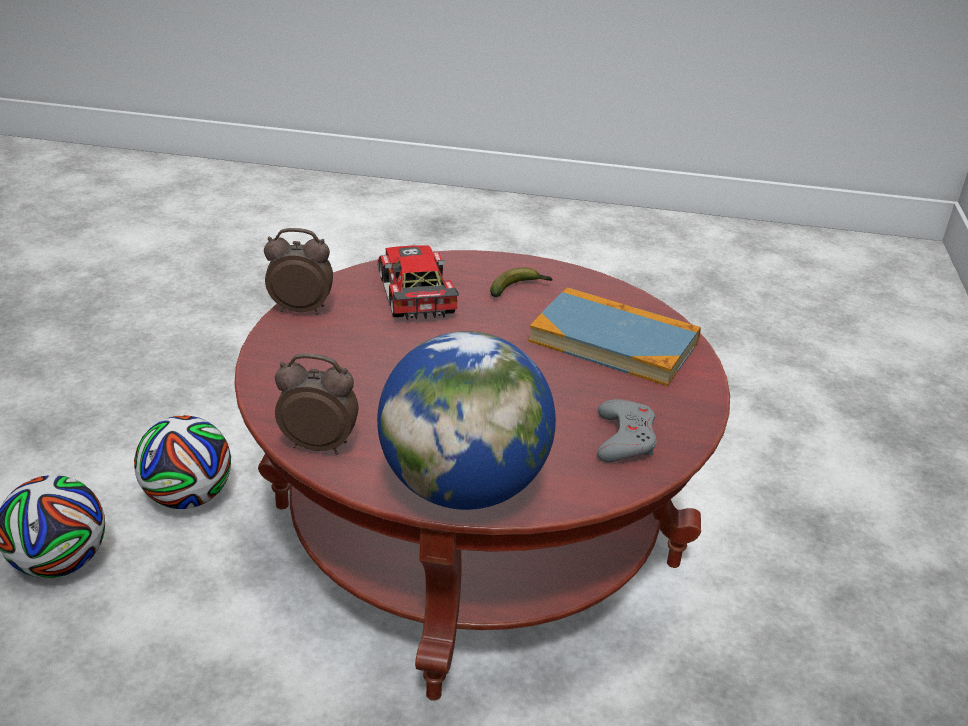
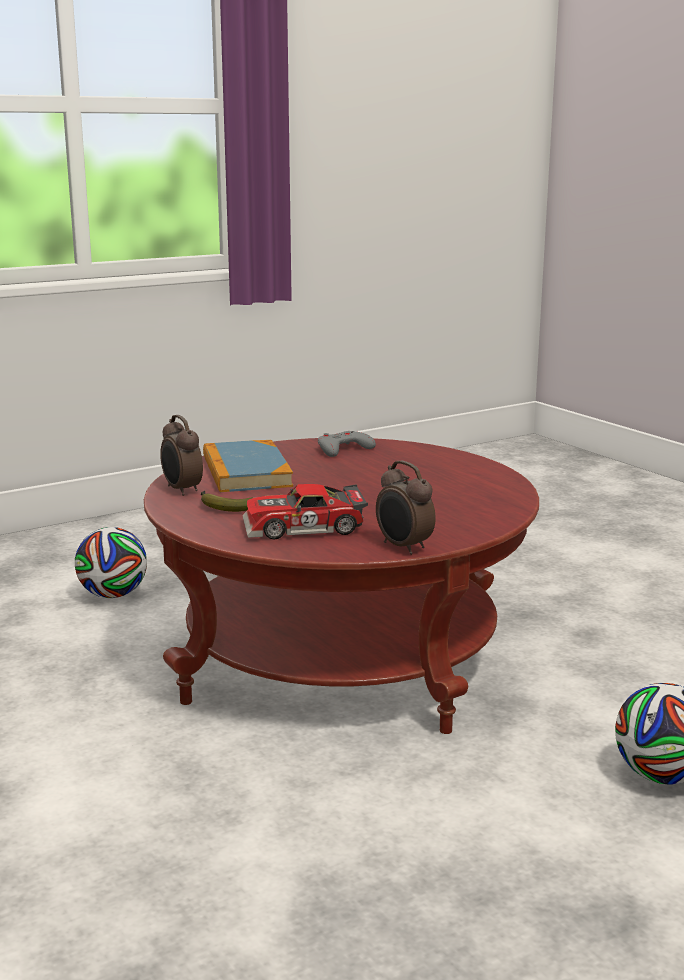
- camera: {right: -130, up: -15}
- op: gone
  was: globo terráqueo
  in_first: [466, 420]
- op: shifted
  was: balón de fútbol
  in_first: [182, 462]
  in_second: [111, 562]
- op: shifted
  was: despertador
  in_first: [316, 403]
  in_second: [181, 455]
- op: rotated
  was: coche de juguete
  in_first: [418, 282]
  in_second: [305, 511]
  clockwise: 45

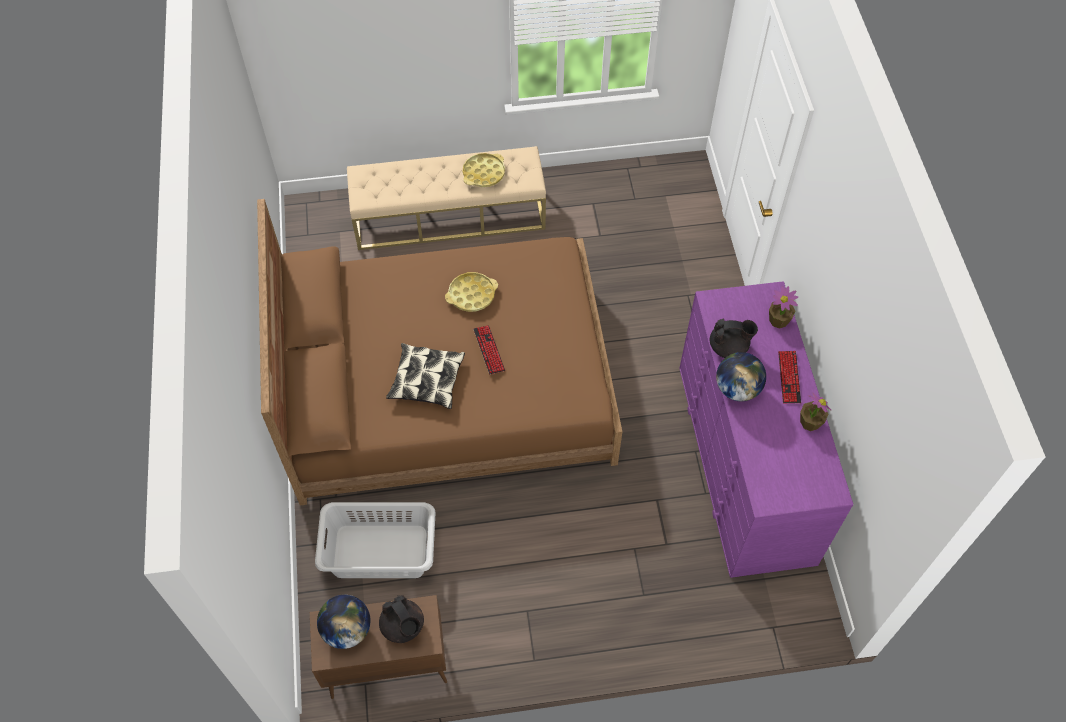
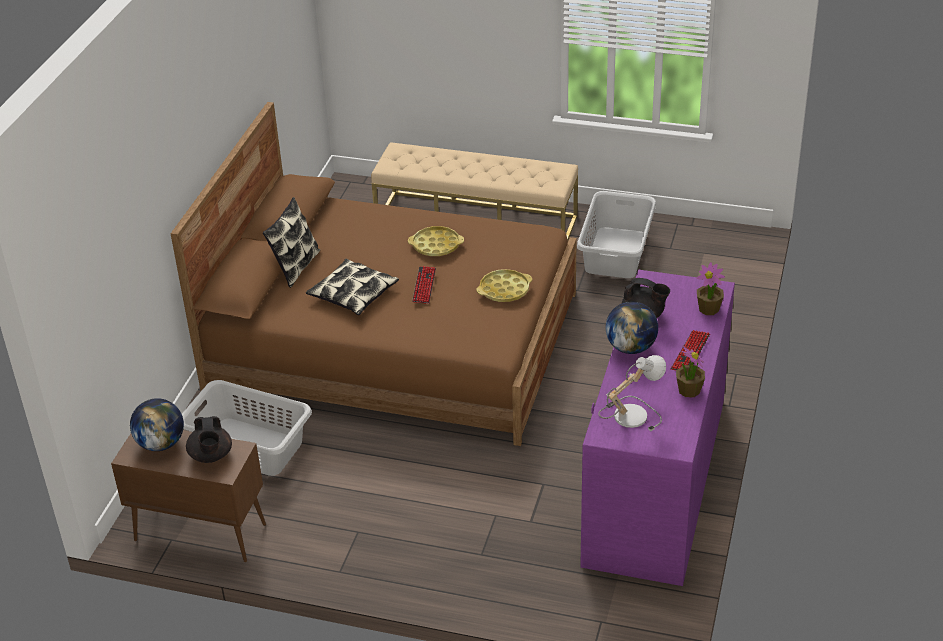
- camera: {right: 25, up: -20}
- op: new
  now: cojín
  in_second: [291, 242]
- op: new
  now: cesto de la ropa [gris]
  in_second: [616, 234]
- op: new
  now: lámpara de mesa
  in_second: [632, 393]
- op: shifted
  was: bandeja [amarillo]
  in_first: [484, 170]
  in_second: [504, 285]

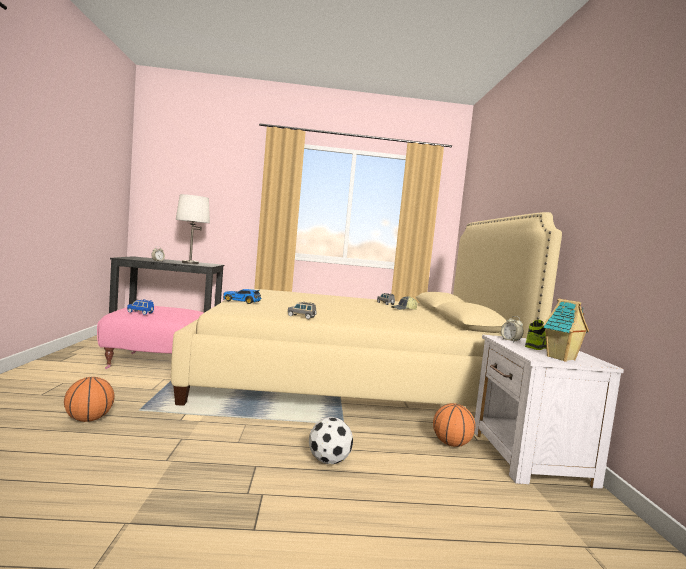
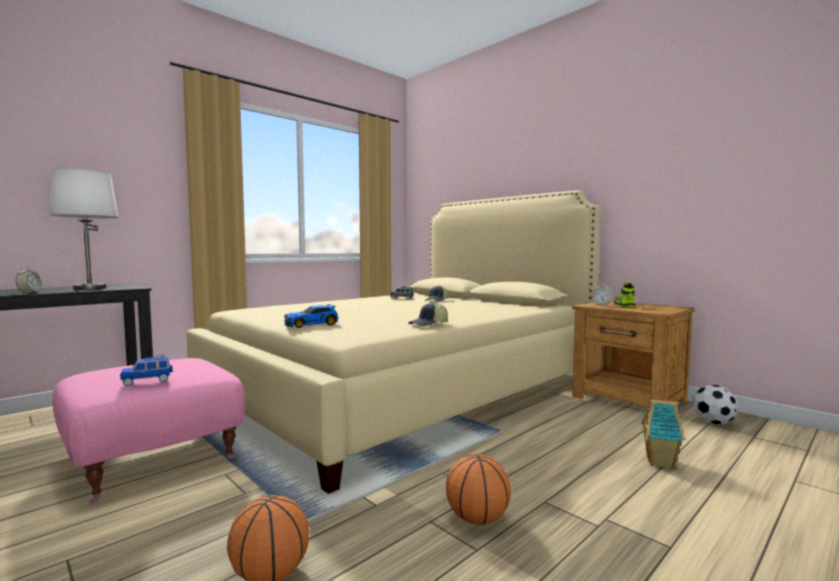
- camera: {right: -40, up: 0}
- op: shifted
  was: balón de fútbol
  in_first: [331, 440]
  in_second: [715, 405]
- op: shifted
  was: balón de baloncesto
  in_first: [454, 425]
  in_second: [478, 489]
- op: shifted
  was: casita
  in_first: [566, 330]
  in_second: [663, 434]
- op: swapped
  was: coche de juguete [gris]
  now: gorra
  in_first: [302, 310]
  in_second: [428, 314]
- op: repainted
  was: mesita de noche [blanco]
  now: mesita de noche [marrón]
  in_first: [549, 412]
  in_second: [633, 354]

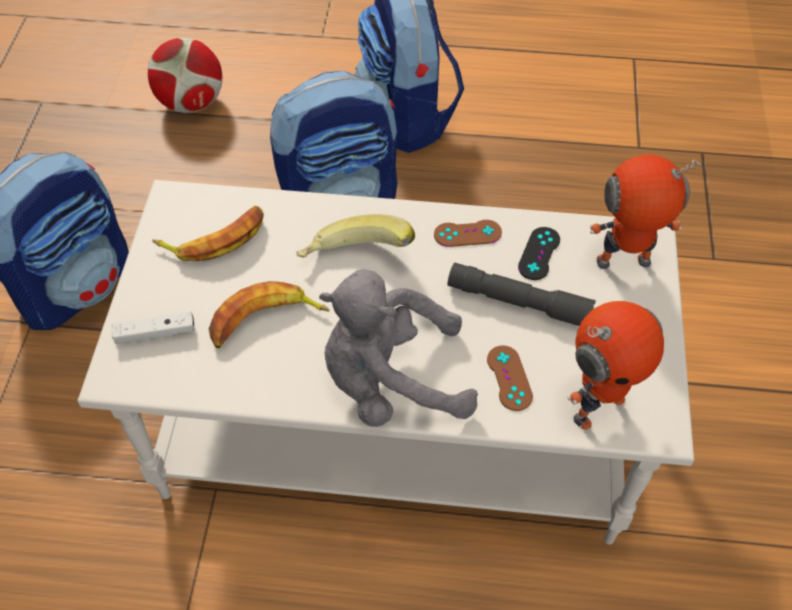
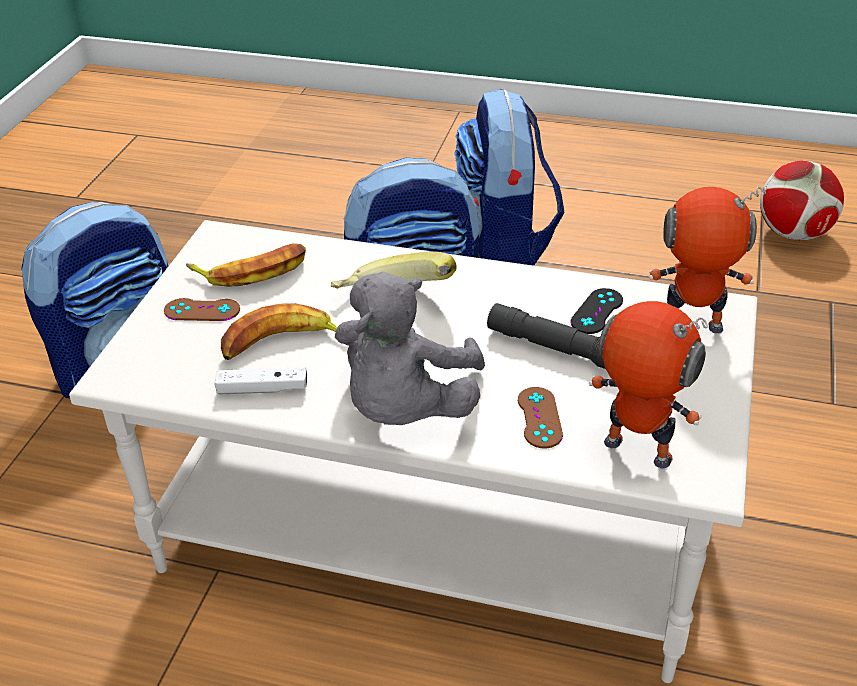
- camera: {right: 10, up: -15}
- op: shifted
  was: mando de consola [blanco]
  in_first: [153, 327]
  in_second: [260, 380]
- op: shifted
  was: balón de fútbol
  in_first: [185, 75]
  in_second: [802, 200]
- op: shifted
  was: mando de consola [marrón]
  in_first: [468, 233]
  in_second: [202, 309]
- op: rotated
  was: peluche [gris]
  in_first: [398, 348]
  in_second: [410, 348]
  clockwise: -75
- op: rotated
  was: robot de juguete
  in_first: [616, 365]
  in_second: [648, 385]
  clockwise: -120

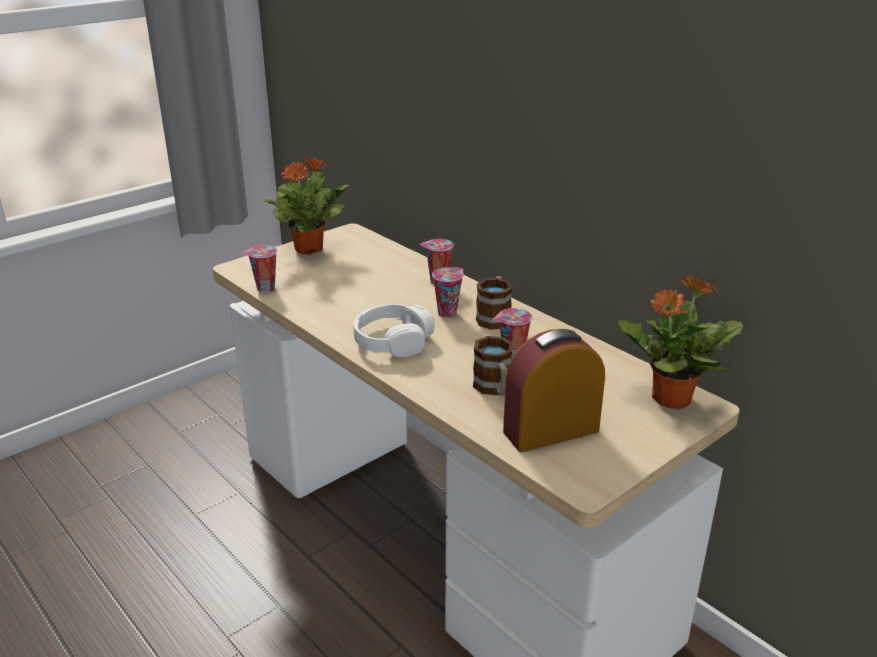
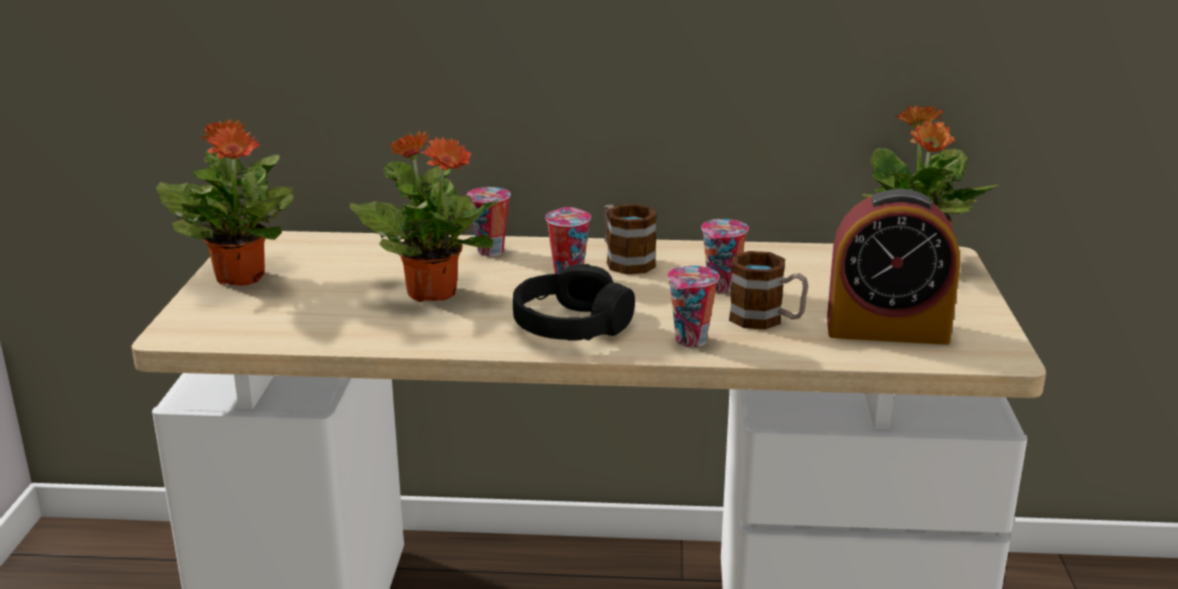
- camera: {right: -45, up: -5}
- op: new
  now: planta en maceta
  in_second: [425, 216]
- op: shifted
  was: taza
  in_first: [259, 269]
  in_second: [693, 306]
- op: repainted
  was: auriculares [blanco]
  now: auriculares [negro]
  in_first: [394, 330]
  in_second: [574, 302]
- op: rotated
  was: despertador
  in_first: [554, 390]
  in_second: [893, 267]
  clockwise: -105

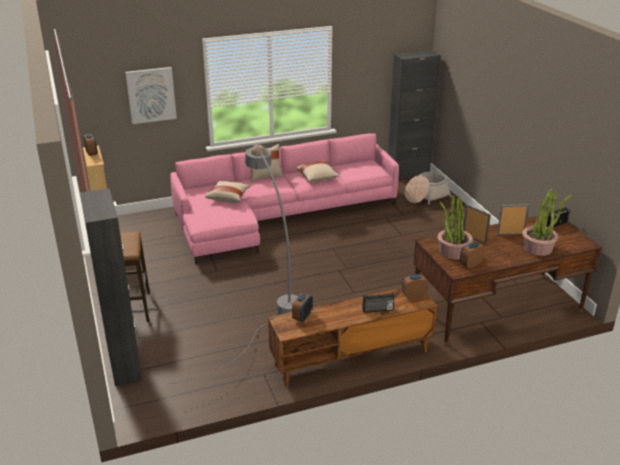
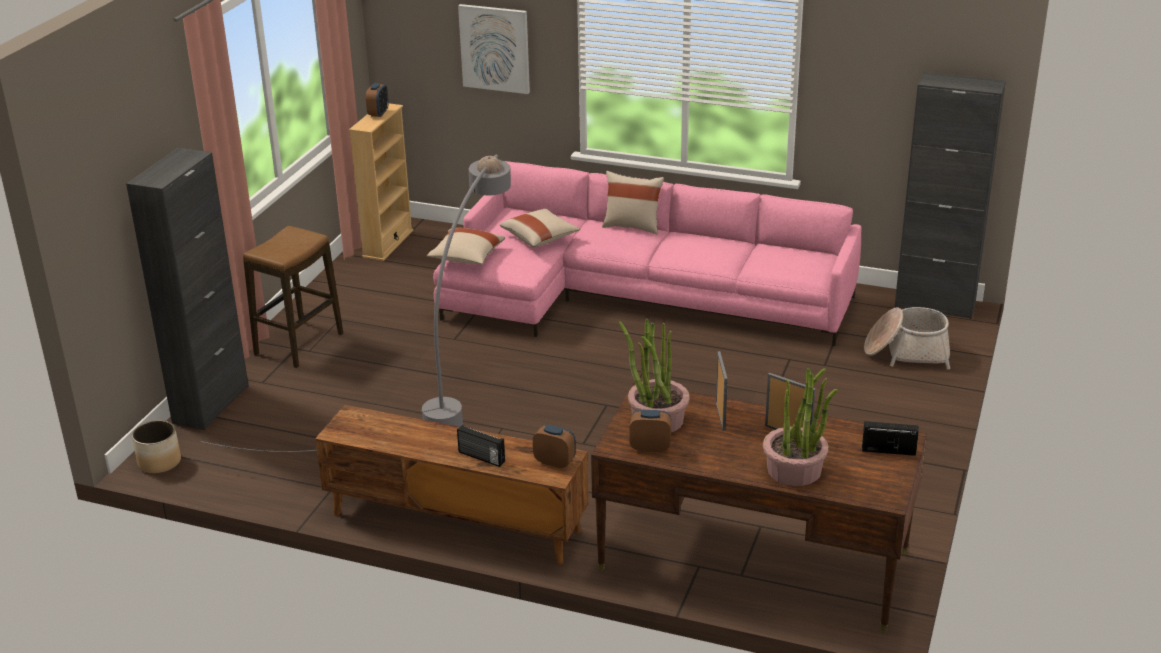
- camera: {right: 40, up: 0}
- op: gone
  was: despertador
  in_first: [302, 307]
- op: new
  now: maceta
  in_second: [156, 446]
- op: shifted
  was: cojín [beis]
  in_first: [317, 171]
  in_second: [466, 246]

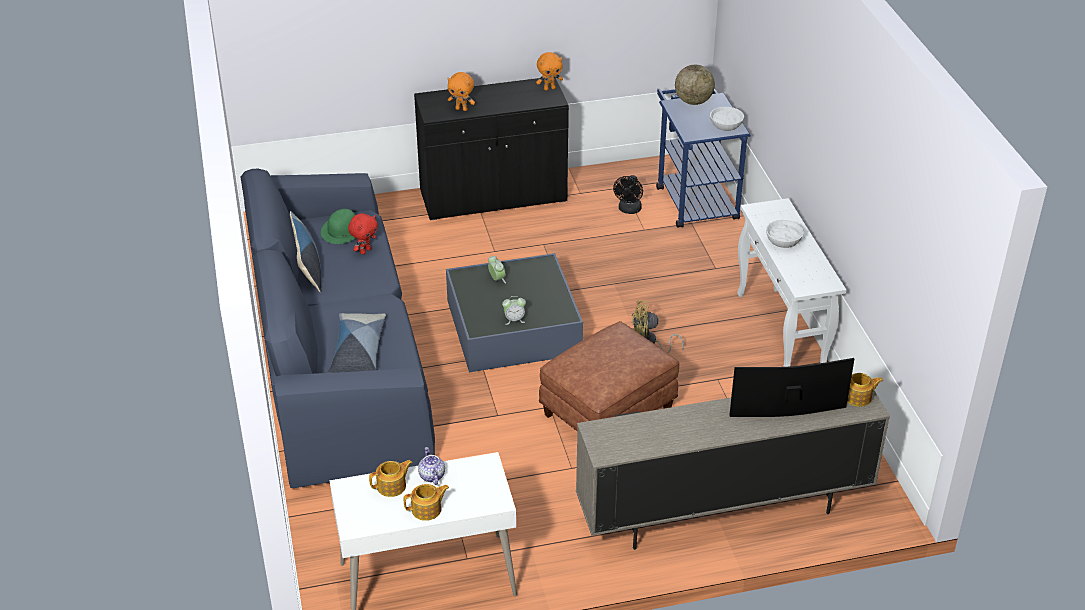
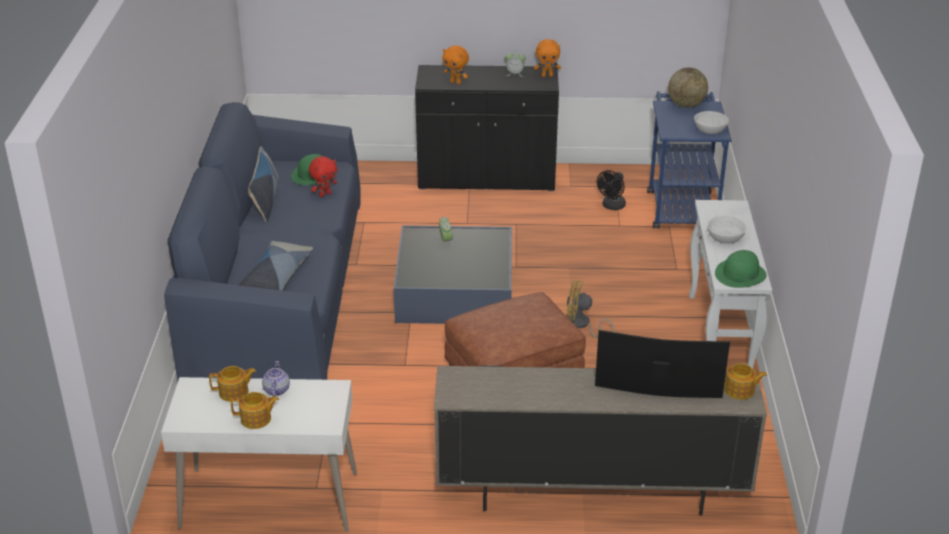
- camera: {right: 15, up: -5}
- op: new
  now: sombrero [verde]
  in_second: [741, 269]
- op: shifted
  was: despertador
  in_first: [514, 310]
  in_second: [515, 63]

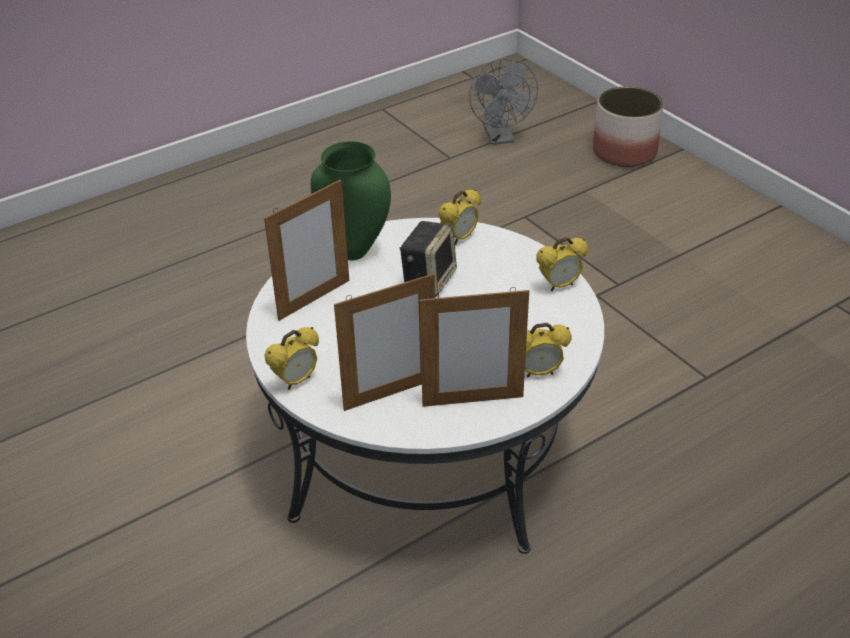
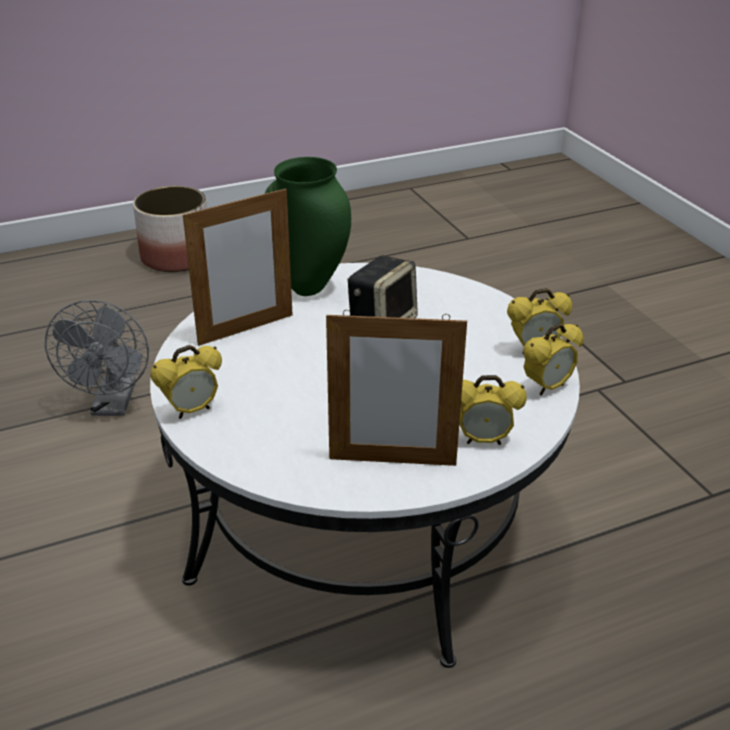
- camera: {right: 10, up: -5}
- op: gone
  was: portarretratos
  in_first: [384, 342]
- op: shifted
  was: despertador
  in_first: [459, 217]
  in_second: [553, 359]
- op: shifted
  was: ventilador [gris]
  in_first: [503, 101]
  in_second: [97, 358]
- op: shifted
  was: maceta
  in_first: [628, 126]
  in_second: [170, 229]

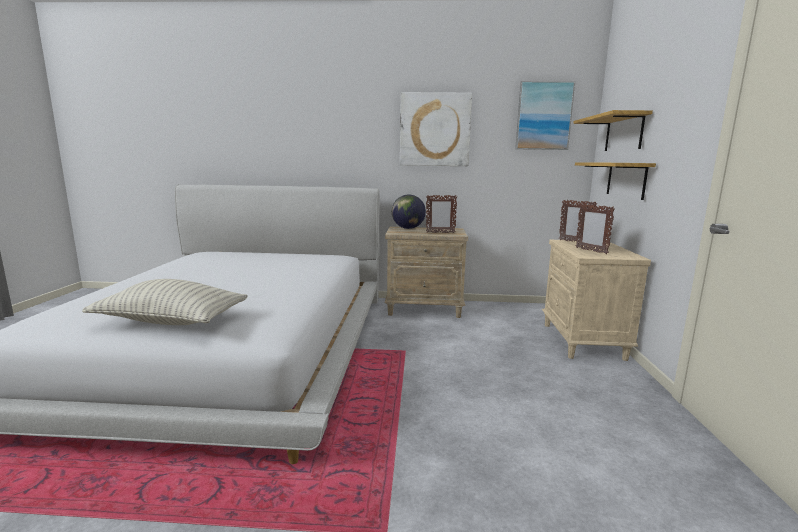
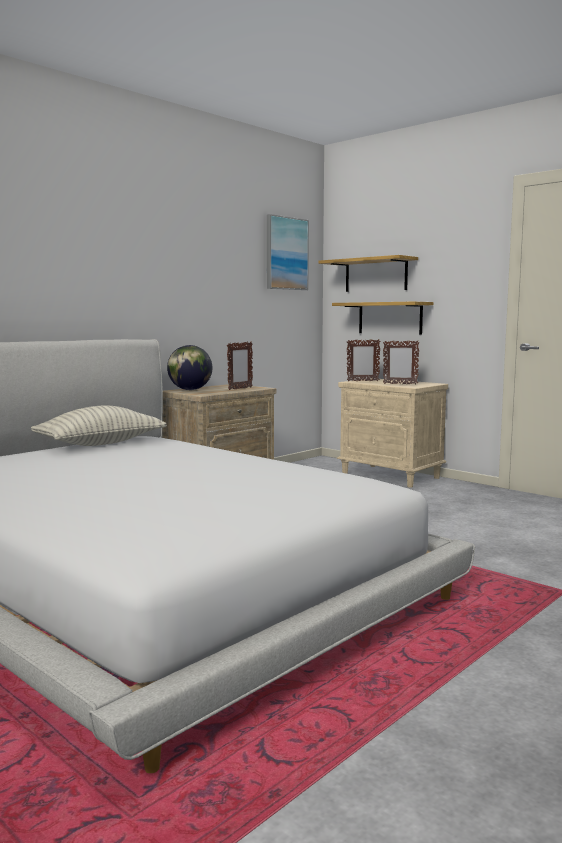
- camera: {right: -50, up: -5}
- op: gone
  was: cuadro
  in_first: [436, 129]
- op: shifted
  was: cojín
  in_first: [165, 302]
  in_second: [99, 425]

